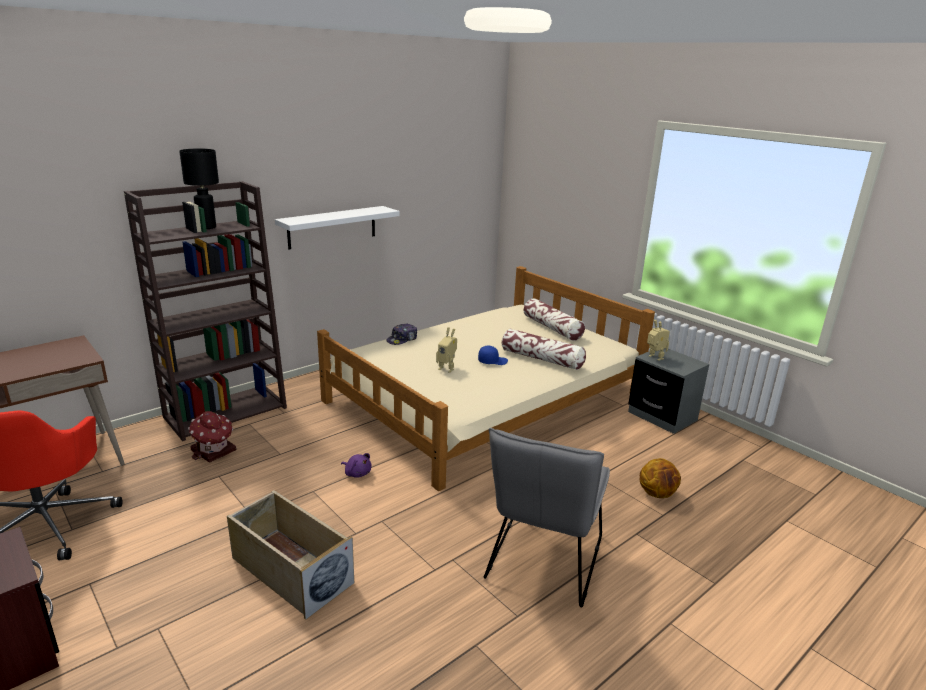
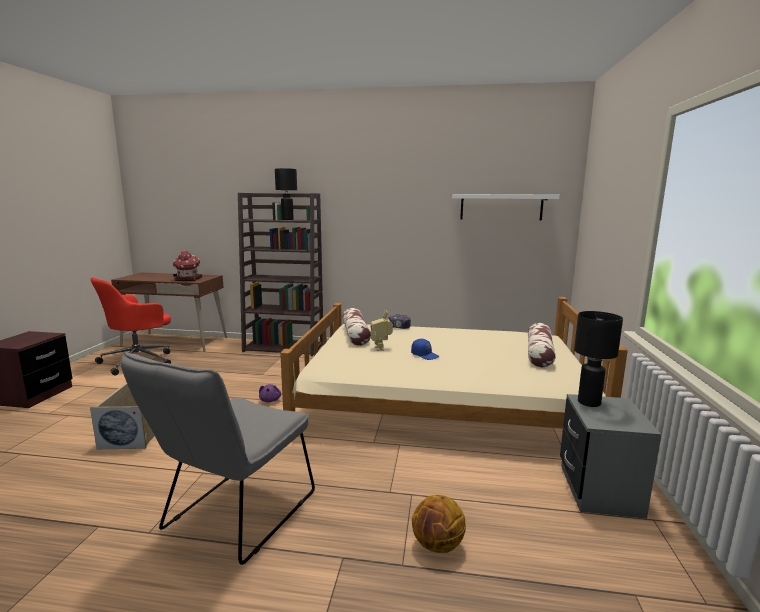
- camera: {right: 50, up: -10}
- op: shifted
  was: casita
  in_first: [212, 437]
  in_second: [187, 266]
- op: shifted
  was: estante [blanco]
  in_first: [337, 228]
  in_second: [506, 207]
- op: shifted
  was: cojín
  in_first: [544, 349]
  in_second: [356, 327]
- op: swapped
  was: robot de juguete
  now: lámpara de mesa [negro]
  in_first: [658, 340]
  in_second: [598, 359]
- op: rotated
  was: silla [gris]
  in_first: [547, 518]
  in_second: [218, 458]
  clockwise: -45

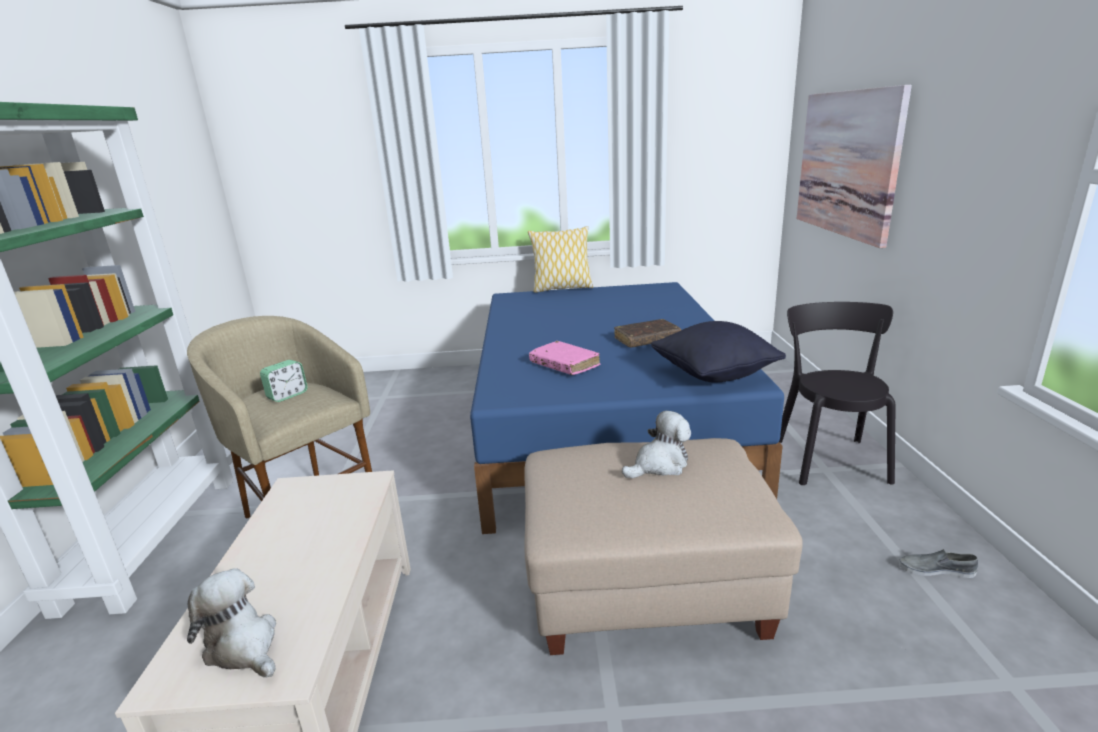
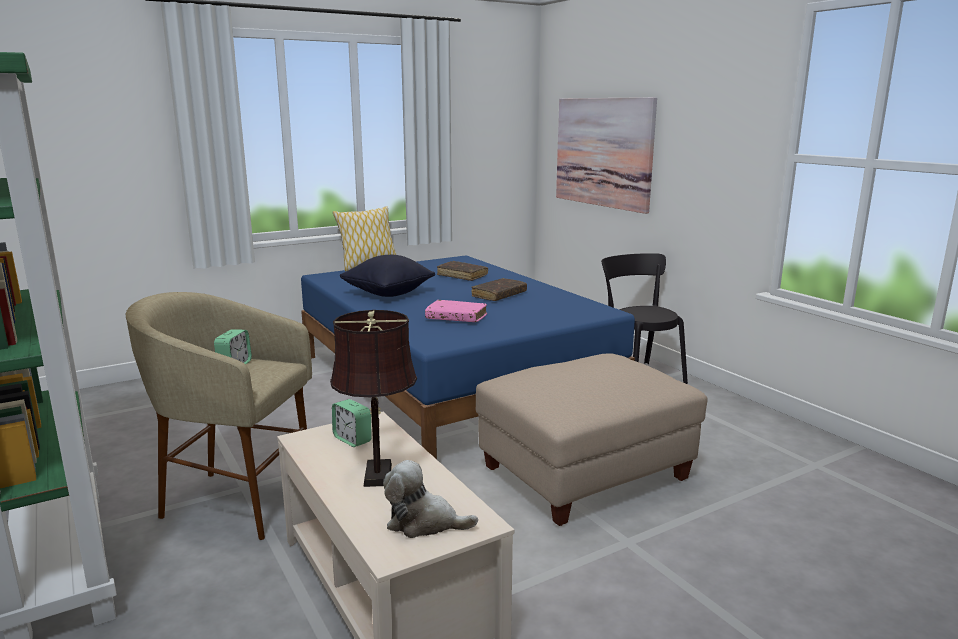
- camera: {right: -30, up: -5}
- op: gone
  was: peluche
  in_first: [656, 444]
- op: gone
  was: zapato [gris]
  in_first: [938, 563]
- op: new
  now: lámpara de mesa [marrón]
  in_second: [373, 398]
- op: new
  now: despertador
  in_second: [352, 423]
- op: new
  now: libro [marrón]
  in_second: [462, 271]
- op: shifted
  was: cojín [negro]
  in_first: [718, 352]
  in_second: [387, 276]

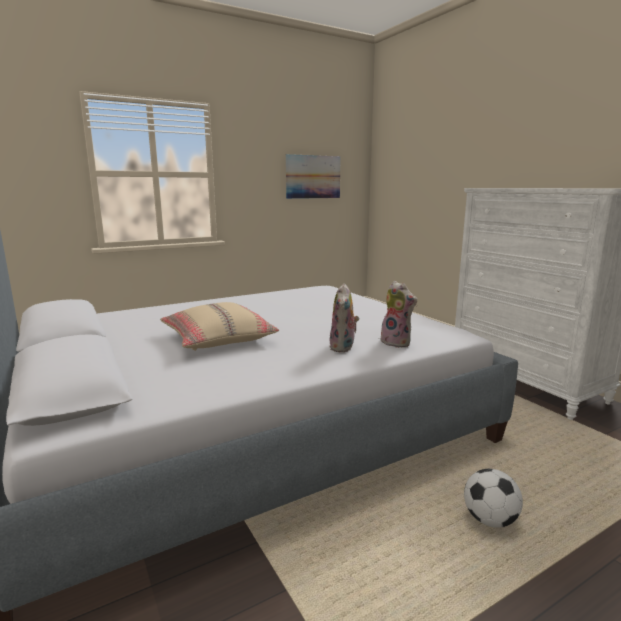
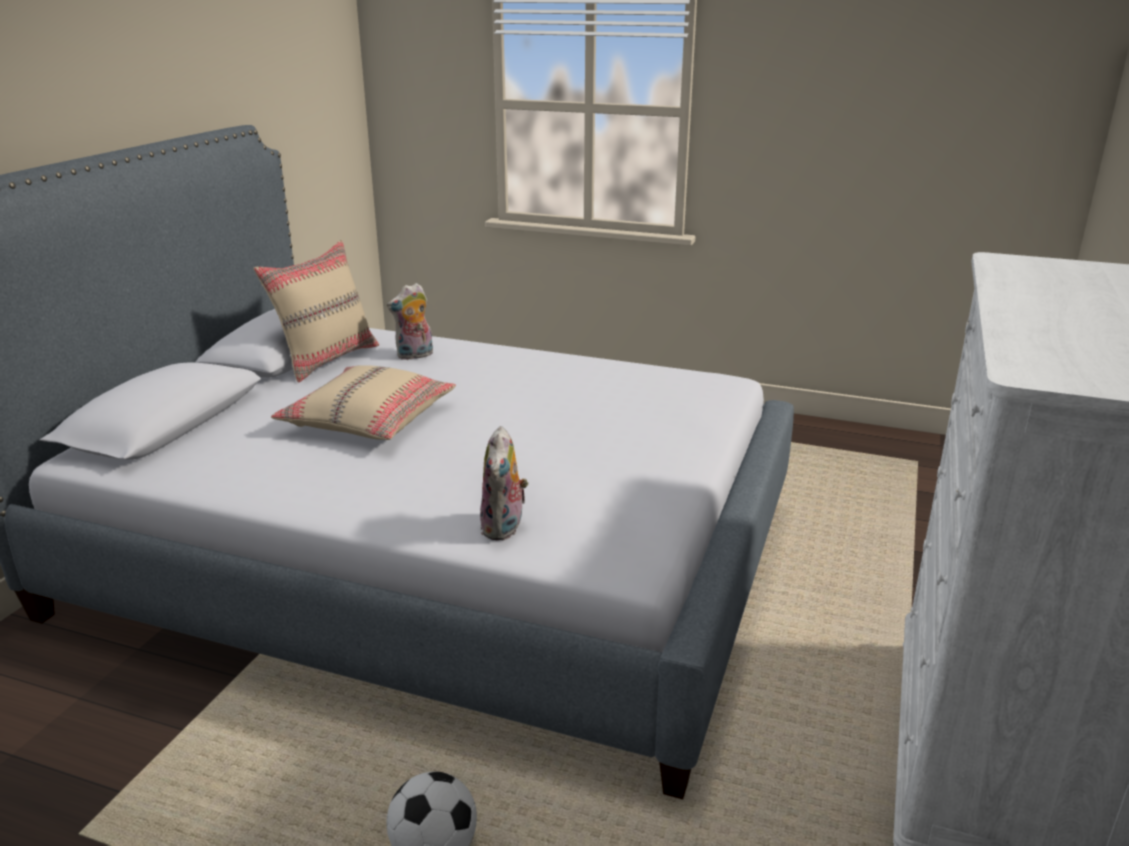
- camera: {right: 50, up: 10}
- op: gone
  was: cuadro
  in_first: [313, 176]
- op: new
  now: cojín [beis]
  in_second: [316, 311]
- op: shifted
  was: peluche
  in_first: [344, 317]
  in_second: [410, 321]

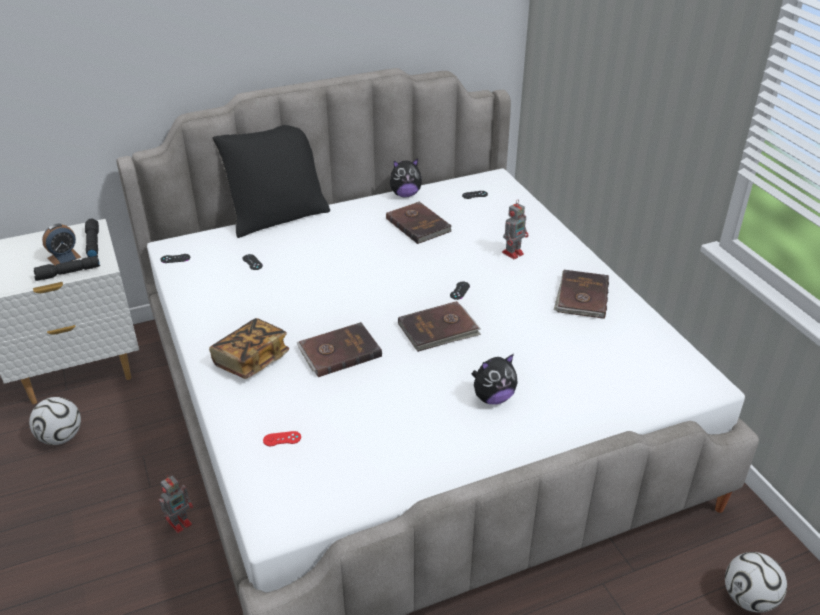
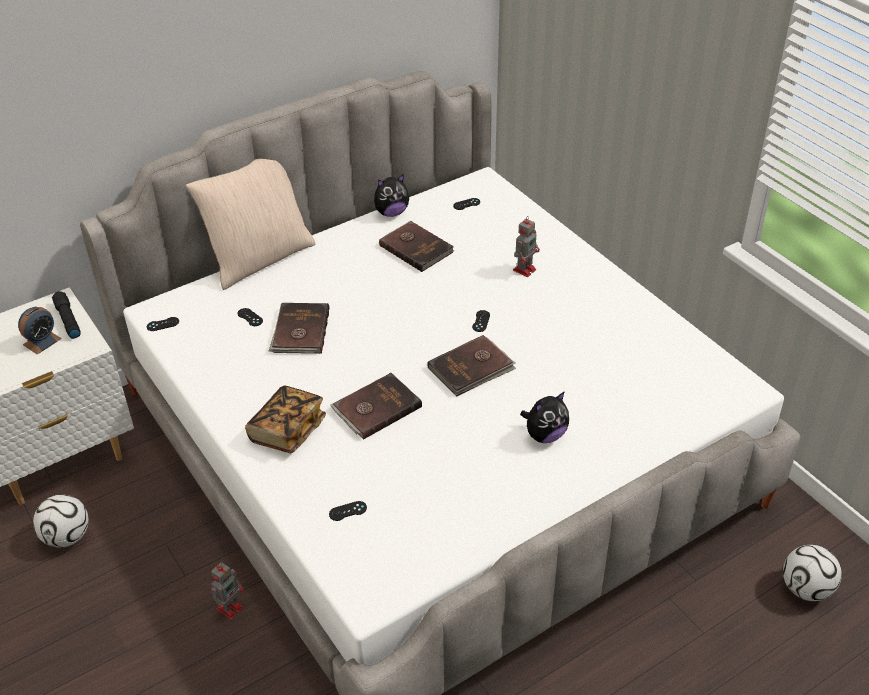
- camera: {right: -10, up: 5}
- op: gone
  was: linterna [negro]
  in_first: [67, 268]
- op: shifted
  was: libro [marrón]
  in_first: [581, 294]
  in_second: [298, 328]
- op: repainted
  was: cojín [negro]
  now: cojín [beis]
  in_first: [271, 181]
  in_second: [251, 224]
- op: repainted
  was: mando de consola [rojo]
  now: mando de consola [negro]
  in_first: [282, 438]
  in_second: [348, 511]

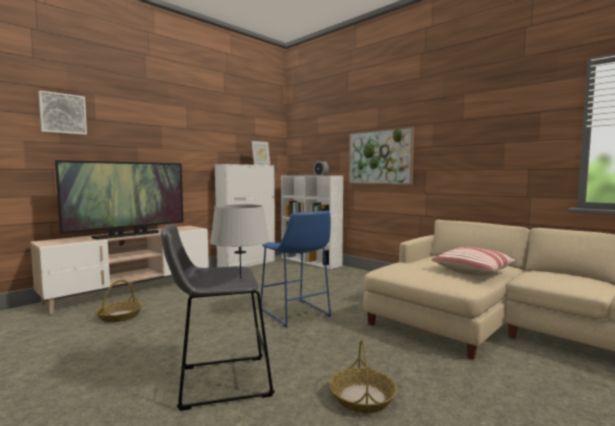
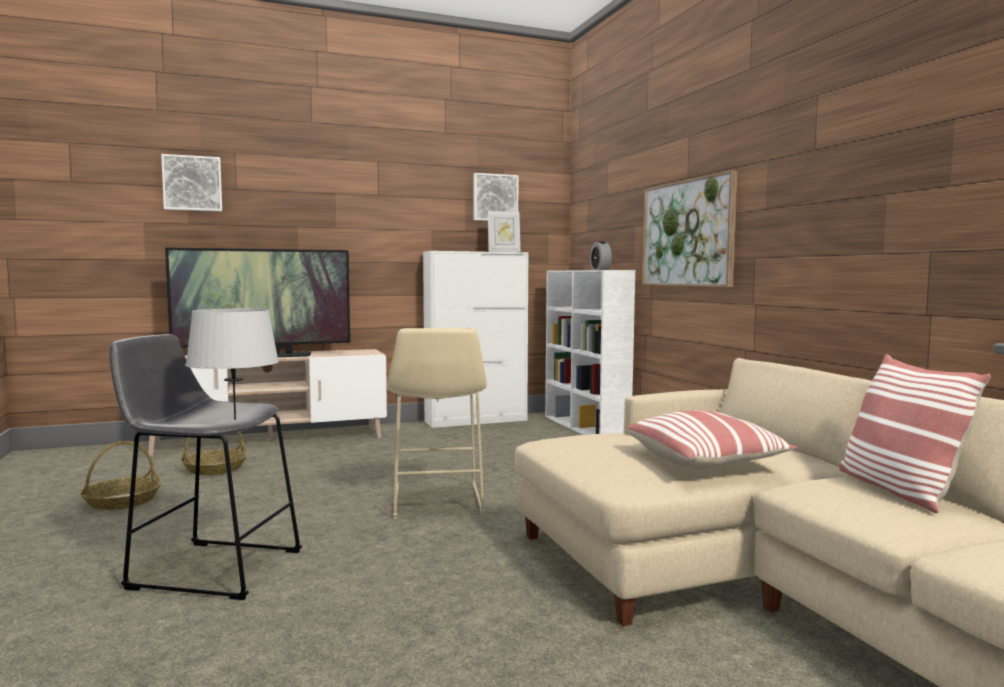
- camera: {right: 25, up: 0}
- op: new
  now: cuadro
  in_second: [496, 197]
- op: new
  now: cojín
  in_second: [915, 433]
- op: shifted
  was: cesta
  in_first: [363, 376]
  in_second: [120, 475]
- op: repainted
  was: taburete [azul]
  now: taburete [beis]
  in_first: [295, 269]
  in_second: [437, 423]

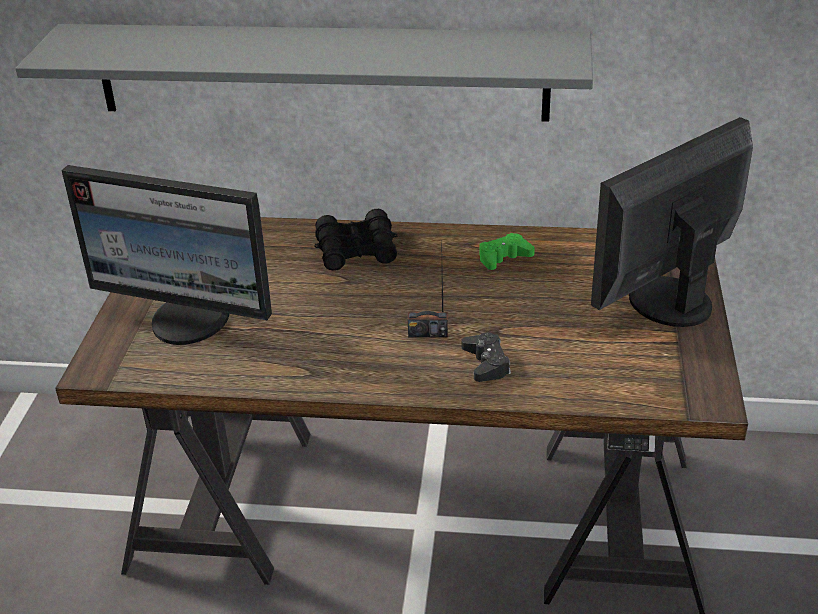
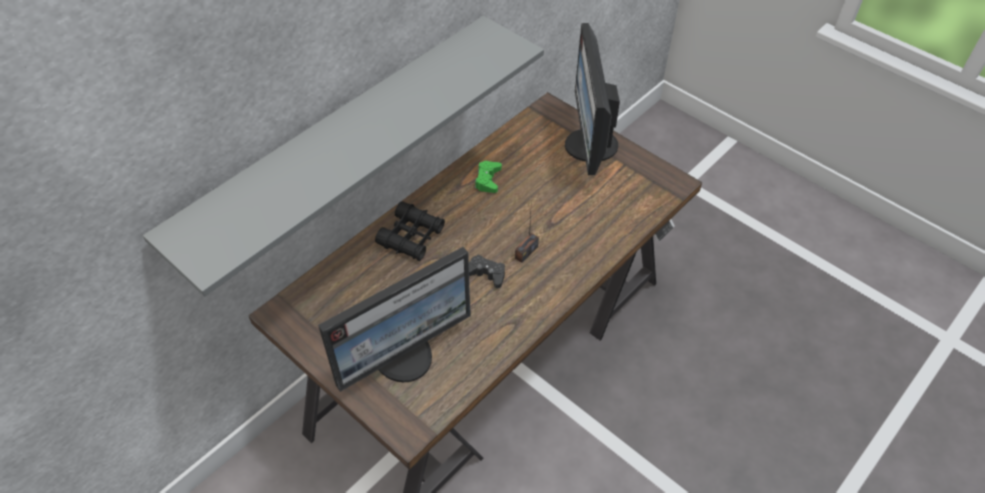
- camera: {right: -55, up: 15}
- op: shifted
  was: mando de consola [negro]
  in_first: [486, 357]
  in_second: [487, 271]

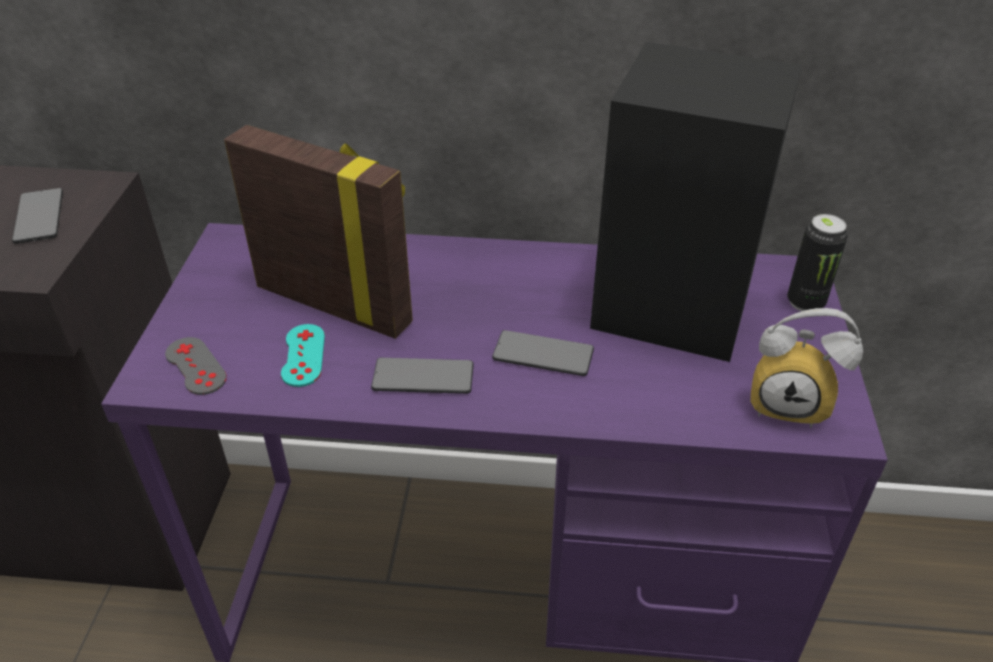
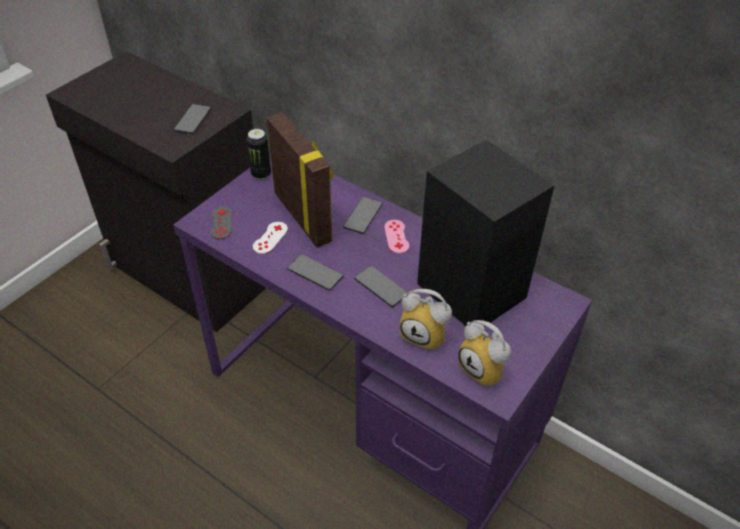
- camera: {right: 30, up: 5}
- op: new
  now: móvil
  in_second: [362, 215]
- op: new
  now: mando de consola [rosa]
  in_second: [396, 237]
- op: new
  now: despertador
  in_second: [426, 320]
- op: shifted
  was: lata
  in_first: [817, 262]
  in_second: [258, 154]
- op: repainted
  was: mando de consola [turquesa]
  now: mando de consola [blanco]
  in_first: [303, 355]
  in_second: [270, 238]

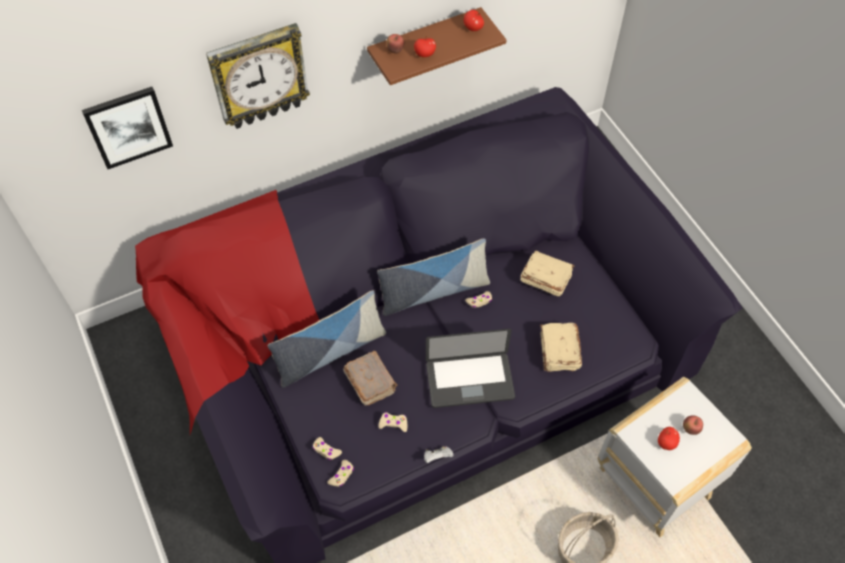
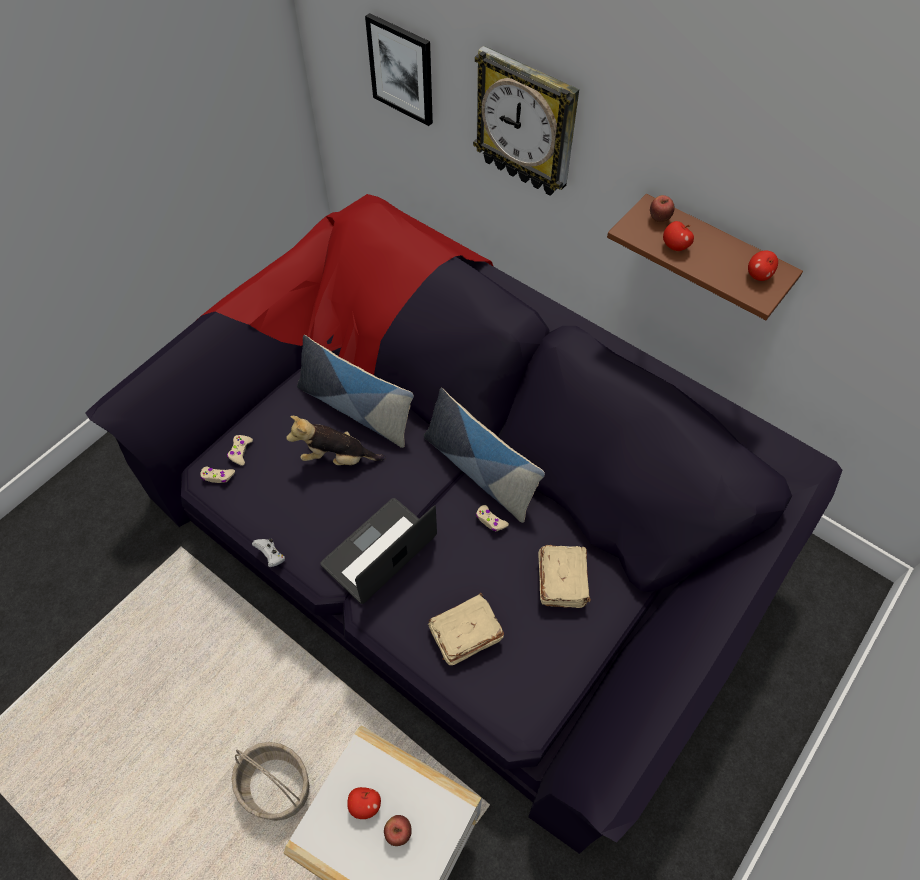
- camera: {right: 65, up: 0}
- op: gone
  was: mando de consola [beis]
  in_first: [392, 422]
- op: swapped
  was: libro [marrón]
  now: peluche
  in_first: [370, 378]
  in_second: [335, 440]
- op: rotated
  was: portátil
  in_first: [470, 368]
  in_second: [379, 551]
  clockwise: 75

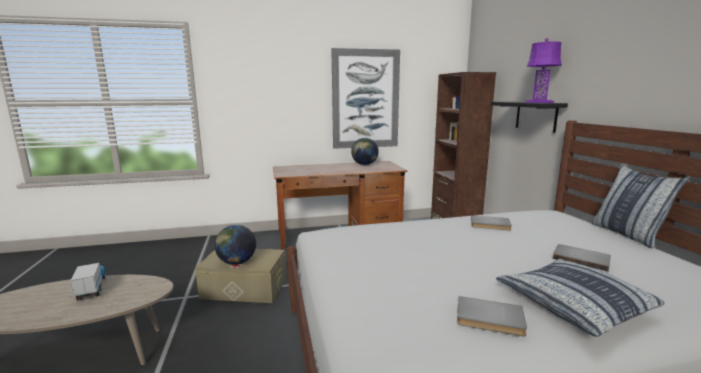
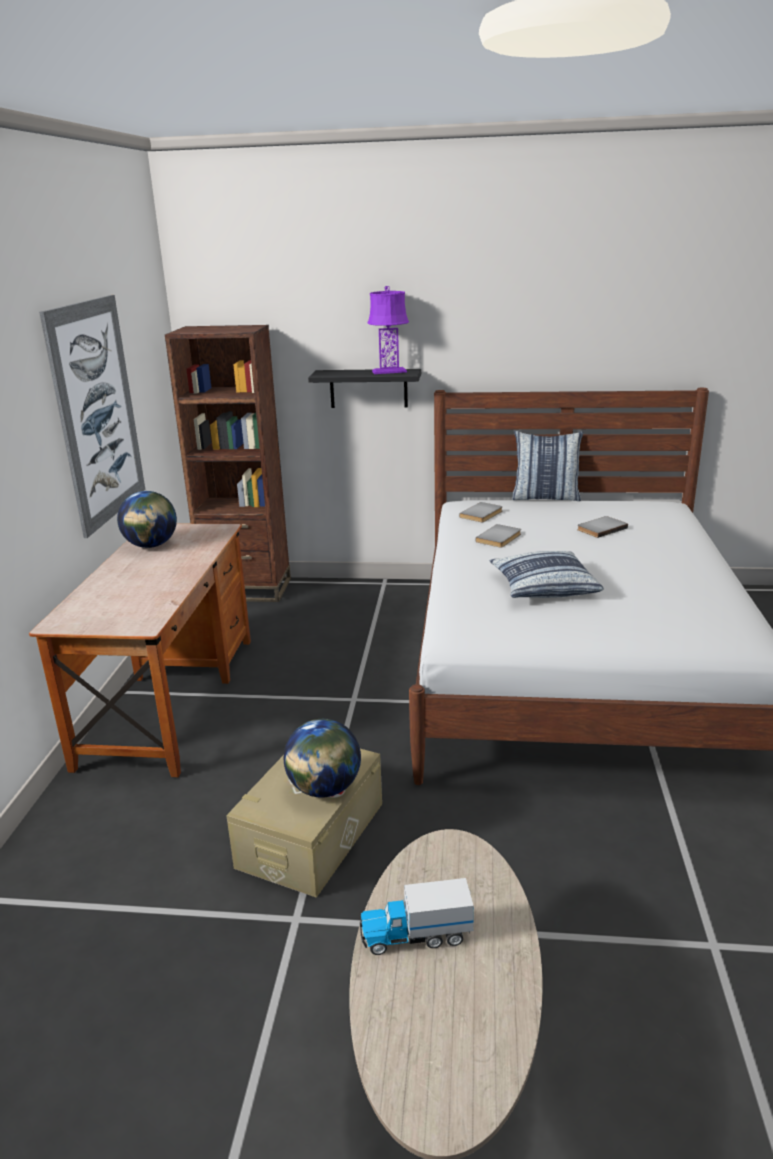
- camera: {right: -70, up: 10}
- op: shifted
  was: libro [gris]
  in_first: [492, 316]
  in_second: [481, 512]
- op: shifted
  was: cojín
  in_first: [580, 297]
  in_second: [547, 574]

